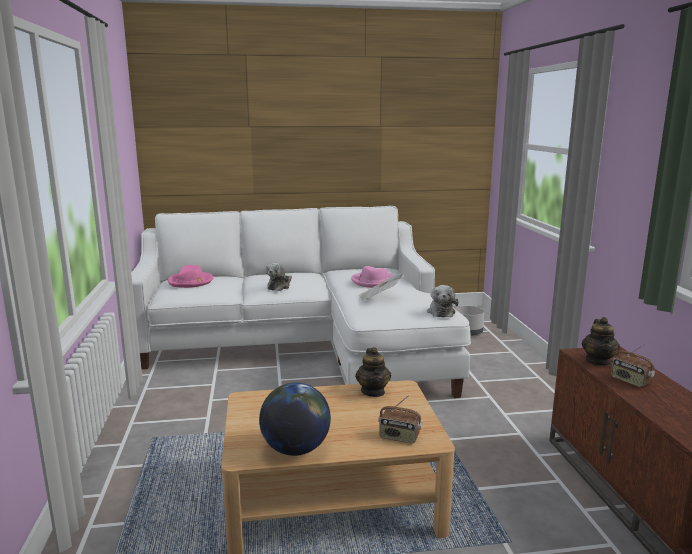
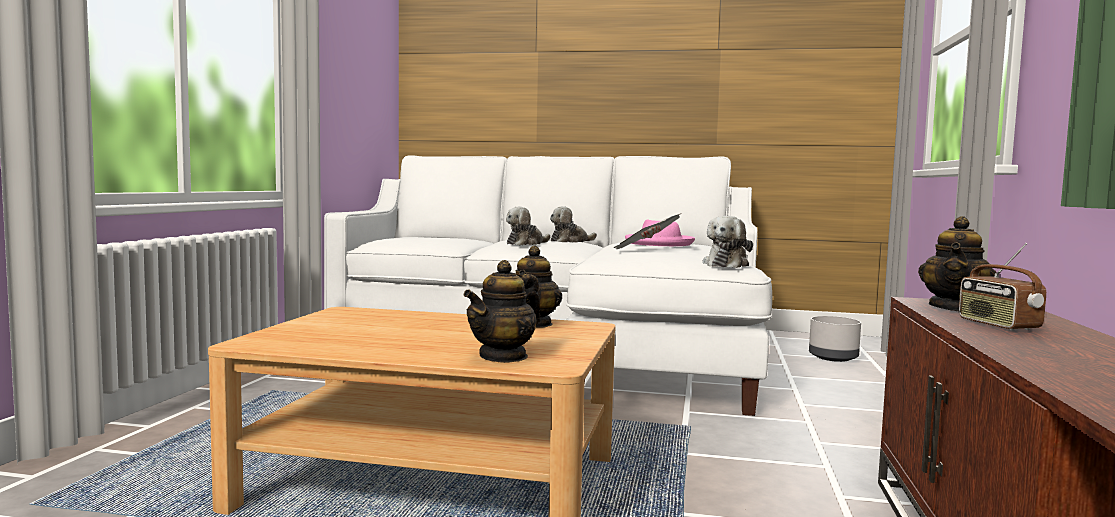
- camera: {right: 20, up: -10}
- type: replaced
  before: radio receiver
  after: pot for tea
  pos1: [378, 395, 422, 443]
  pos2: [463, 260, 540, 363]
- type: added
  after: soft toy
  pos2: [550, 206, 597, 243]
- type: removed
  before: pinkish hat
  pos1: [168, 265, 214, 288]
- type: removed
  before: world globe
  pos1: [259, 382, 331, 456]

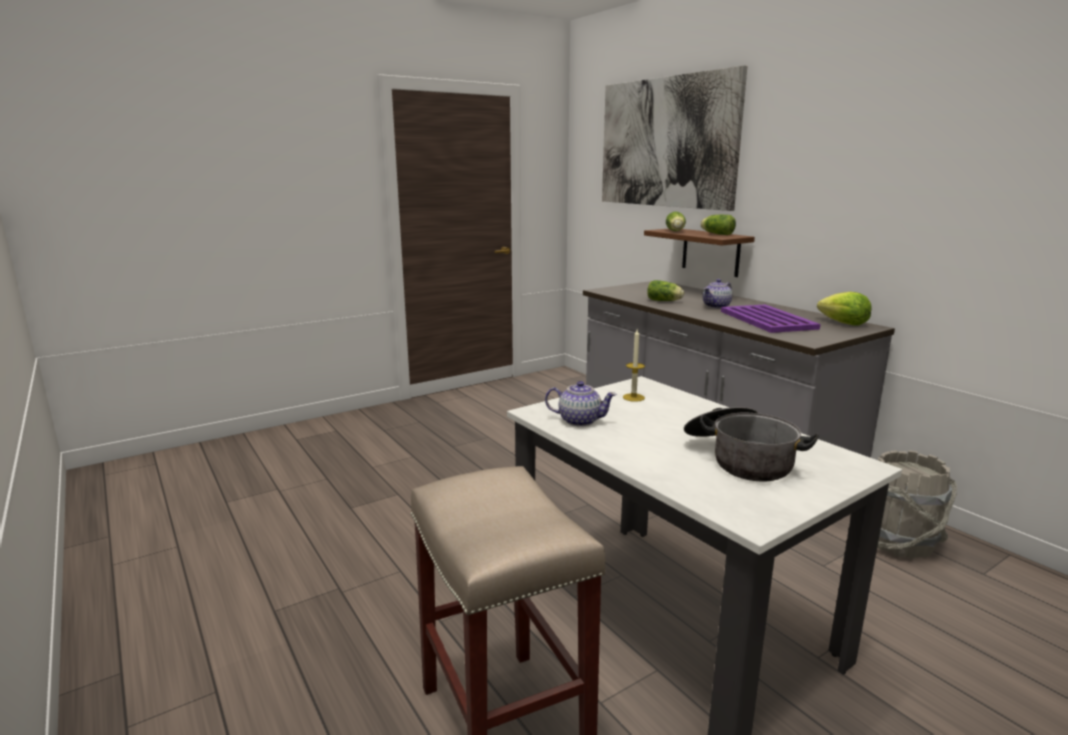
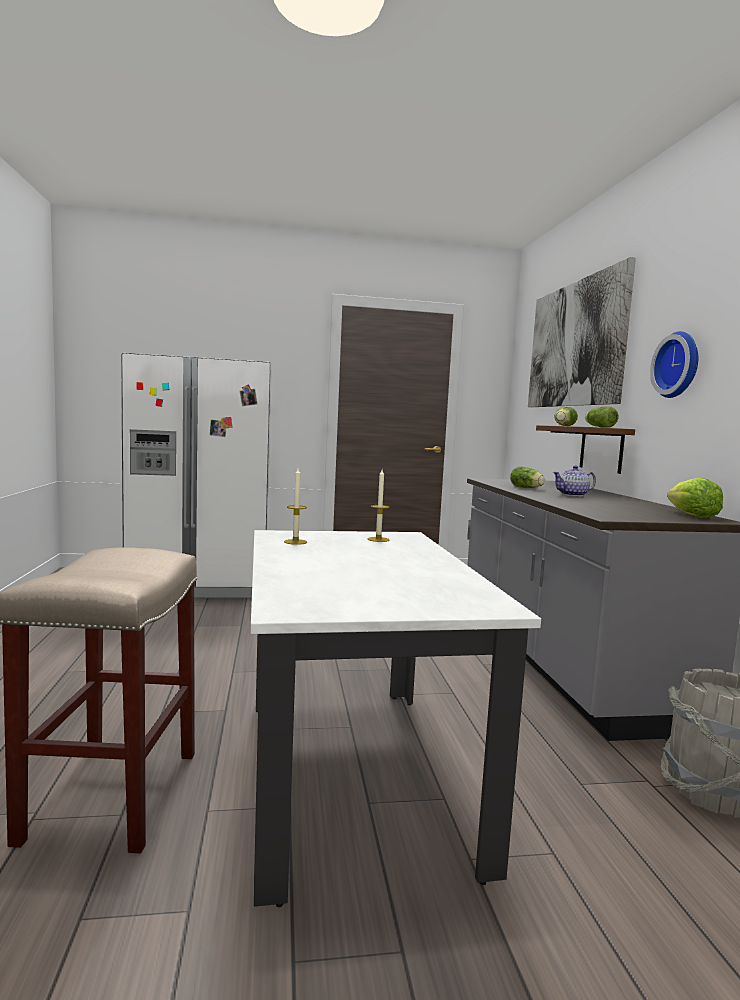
- camera: {right: 25, up: -10}
- type: added
  after: whitish kitchen fridge
  pos2: [121, 353, 272, 597]
- type: replaced
  before: pot for tea
  after: wax candle
  pos1: [545, 381, 617, 427]
  pos2: [284, 468, 307, 545]
- type: added
  after: hanging clock
  pos2: [650, 331, 698, 398]
- type: removed
  before: stockpot
  pos1: [684, 407, 819, 481]
- type: removed
  before: purplish tray
  pos1: [721, 304, 820, 333]

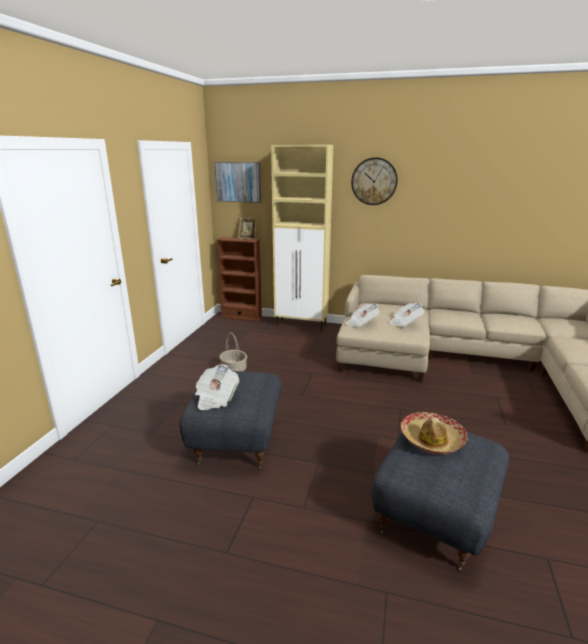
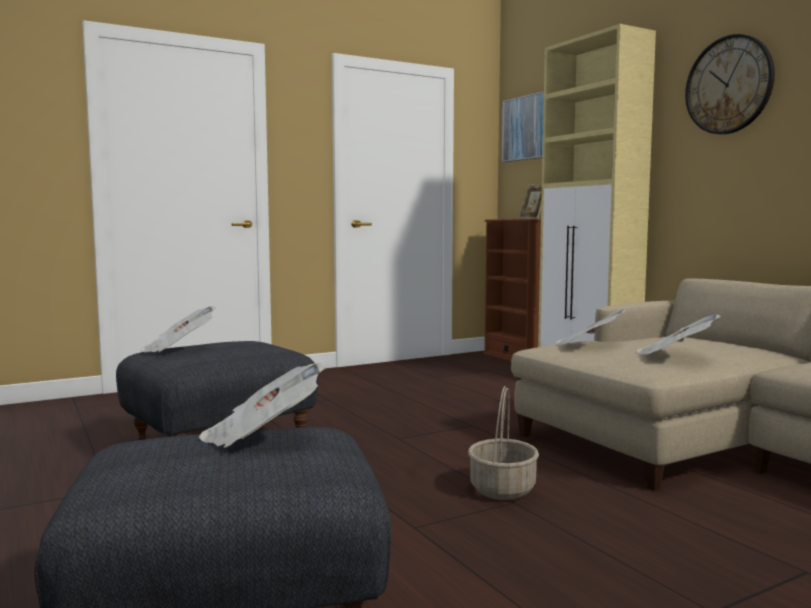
- camera: {right: 45, up: -15}
- type: replaced
  before: hat
  after: daily paper
  pos1: [401, 412, 467, 454]
  pos2: [199, 363, 325, 448]
- type: moved
  before: storage basket
  pos1: [220, 333, 247, 371]
  pos2: [468, 386, 539, 500]

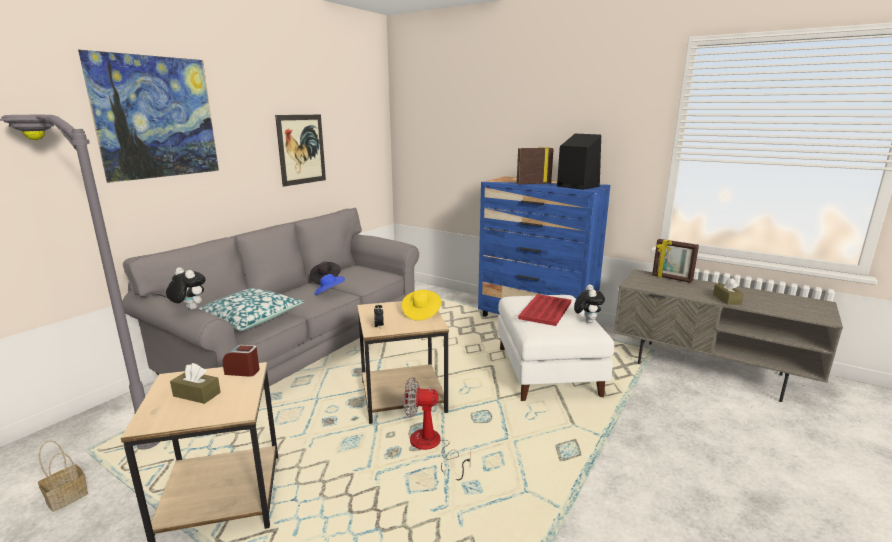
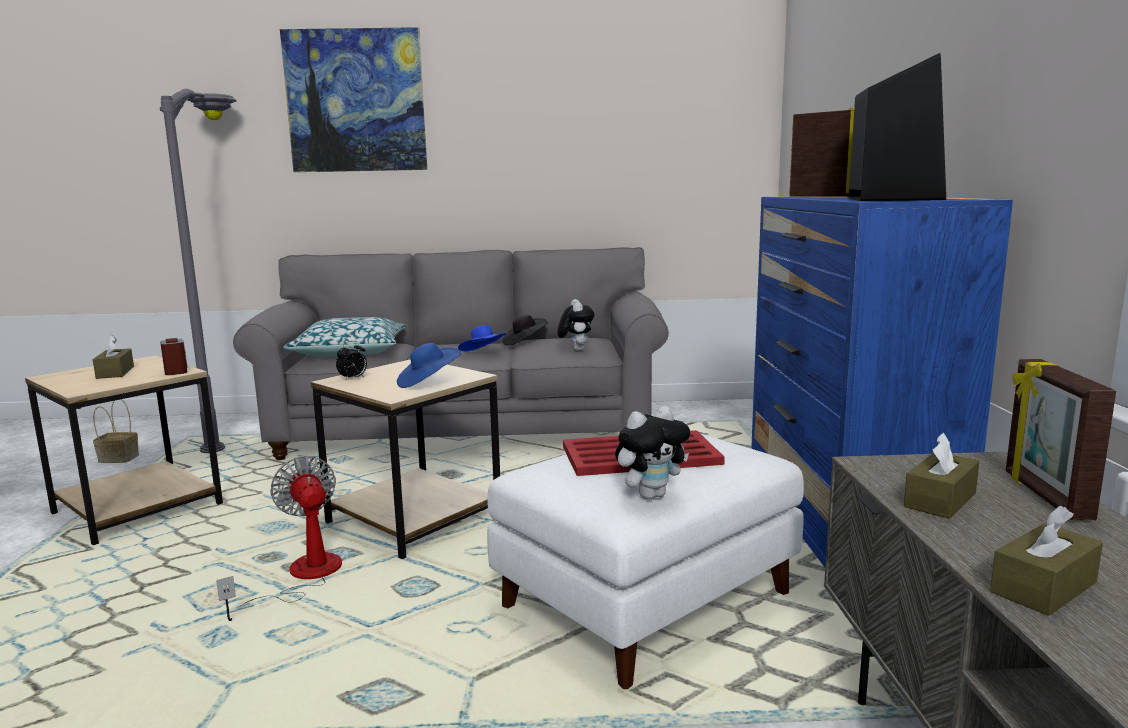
- camera: {right: 55, up: -5}
- type: recoloured
  before: yellowish hat
  after: blue-coloured hat
  pos1: [402, 290, 441, 321]
  pos2: [397, 343, 461, 388]
- type: moved
  before: soft toy
  pos1: [166, 267, 206, 310]
  pos2: [557, 299, 595, 351]
- type: added
  after: brownish box of tissues
  pos2: [904, 432, 979, 519]
- type: removed
  before: picture
  pos1: [275, 115, 326, 187]

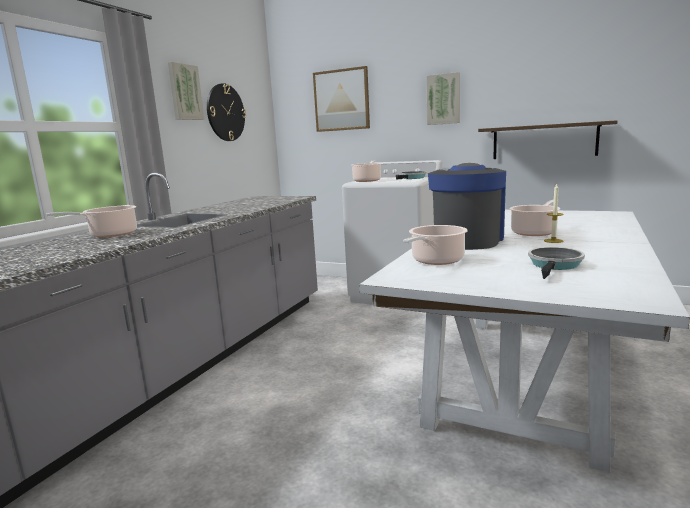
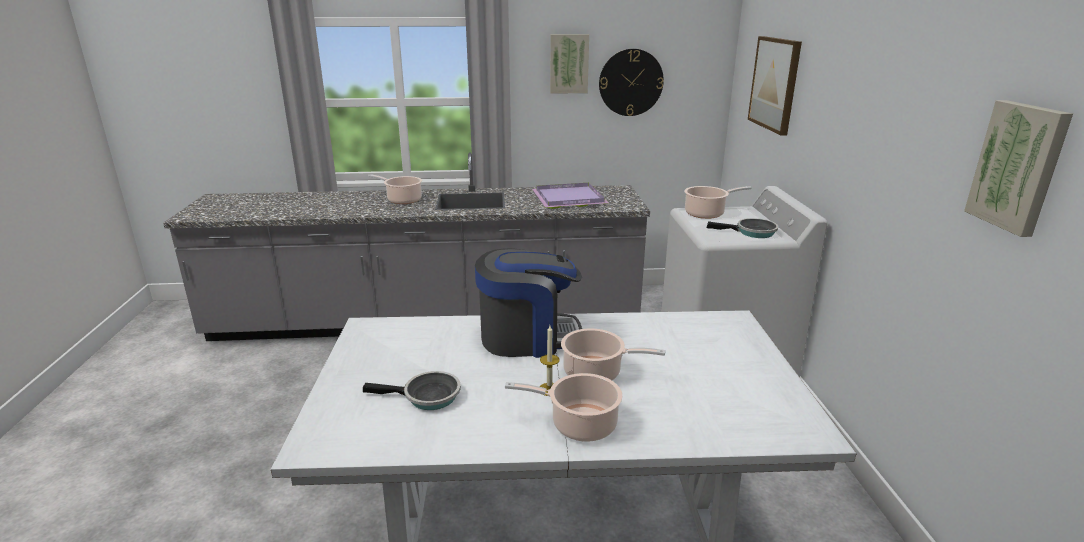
- camera: {right: 60, up: 10}
- type: moved
  before: stockpot
  pos1: [403, 225, 468, 265]
  pos2: [505, 373, 623, 442]
- type: added
  after: purplish tray
  pos2: [532, 183, 609, 209]
- type: moved
  before: picture
  pos1: [427, 72, 460, 125]
  pos2: [964, 100, 1073, 237]
- type: removed
  before: bracket shelf
  pos1: [478, 120, 618, 159]

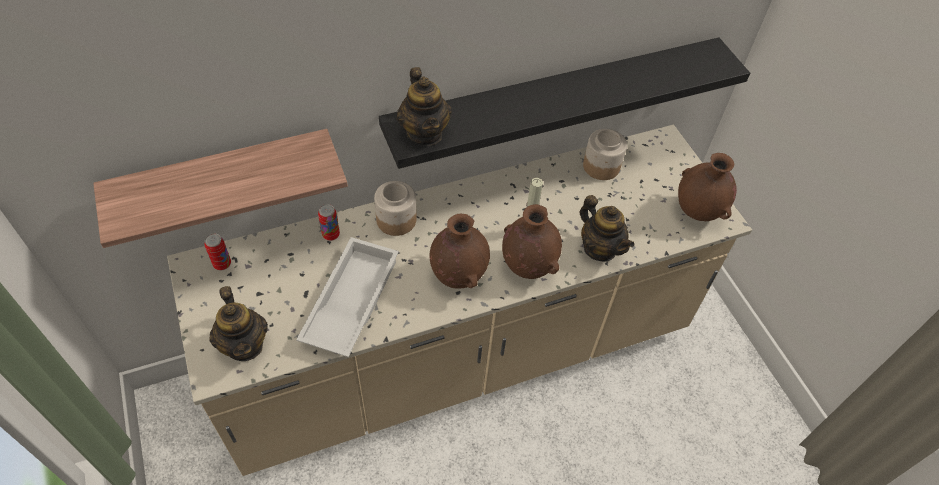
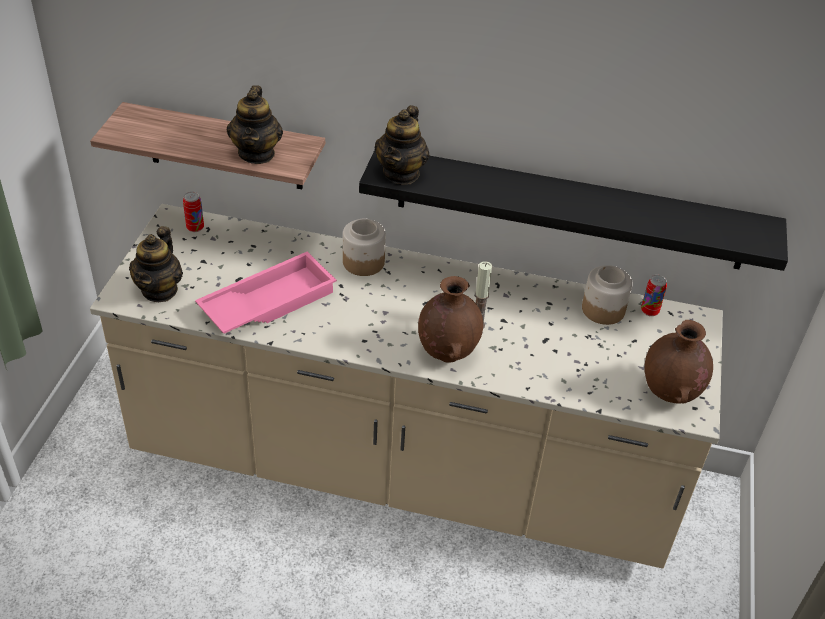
- camera: {right: 35, up: -10}
- type: recoloured
  before: whitish tray
  after: pinkish tray
  pos1: [296, 237, 399, 357]
  pos2: [195, 252, 337, 333]
- type: moved
  before: pot for tea
  pos1: [580, 195, 634, 261]
  pos2: [227, 85, 283, 164]
- type: moved
  before: sealed can
  pos1: [318, 204, 340, 241]
  pos2: [641, 275, 667, 316]
- type: removed
  before: brownish flower vase
  pos1: [430, 214, 490, 289]

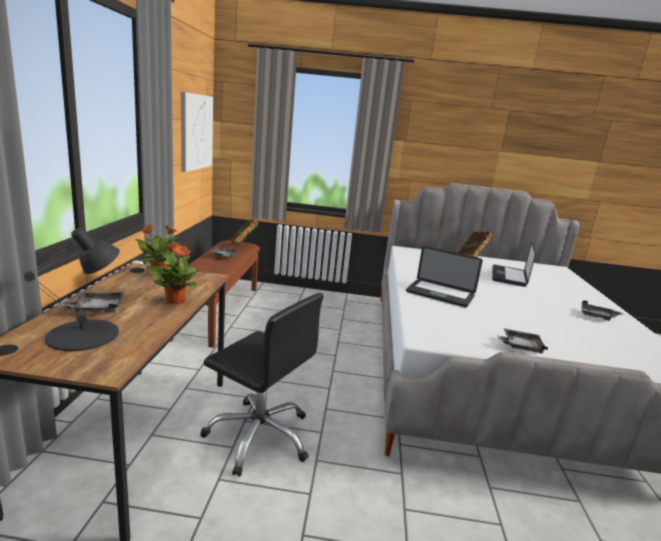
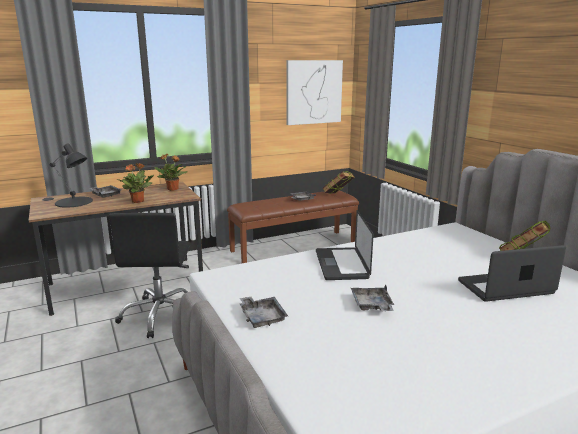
- camera: {right: 60, up: 0}
- type: moved
  before: gray tray
  pos1: [582, 300, 623, 321]
  pos2: [351, 285, 394, 311]

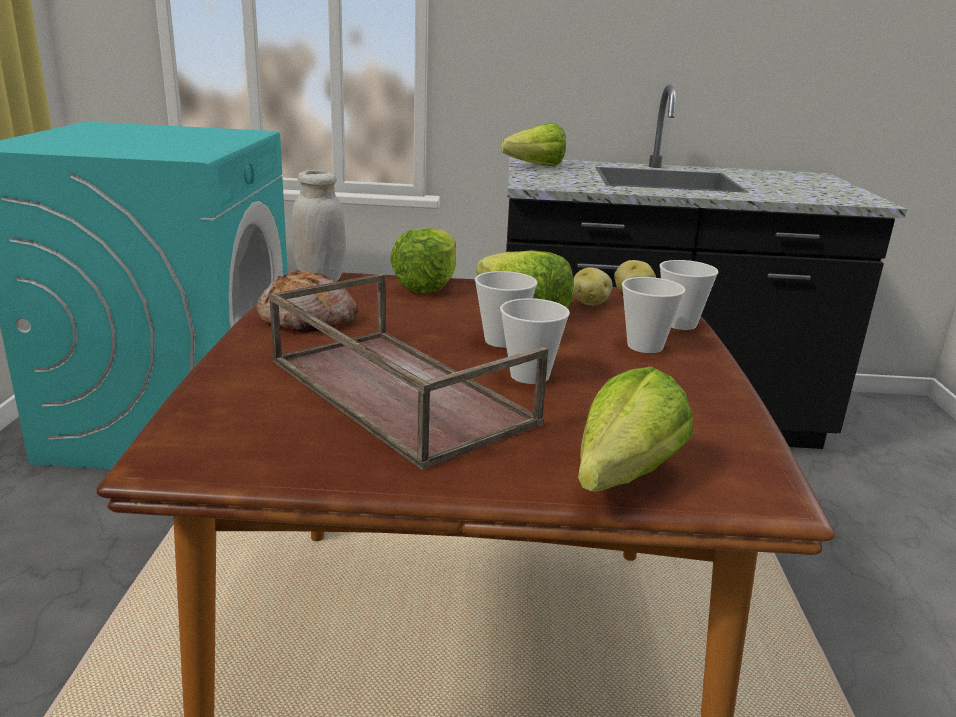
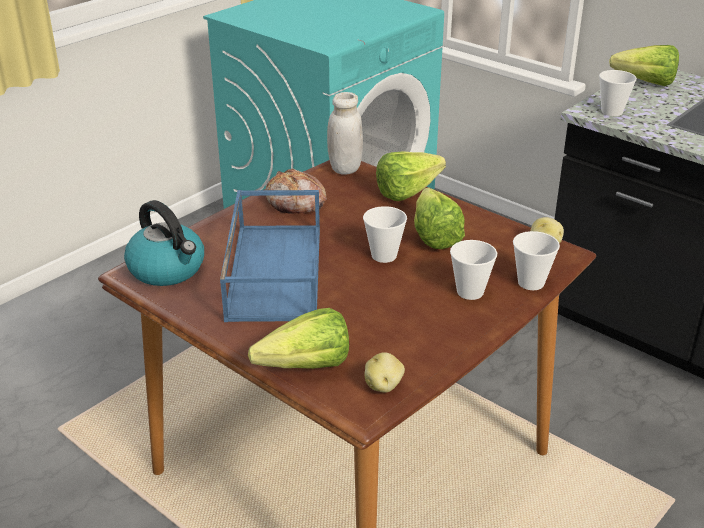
- camera: {right: 40, up: 10}
- type: added
  after: water kettle
  pos2: [124, 200, 204, 286]
- type: recoloured
  before: brownish tray
  after: blue-coloured tray
  pos1: [269, 274, 548, 471]
  pos2: [220, 190, 320, 322]
- type: moved
  before: potato
  pos1: [573, 267, 612, 306]
  pos2: [364, 352, 405, 393]
- type: moved
  before: drinking cup
  pos1: [500, 298, 570, 384]
  pos2: [599, 70, 637, 116]

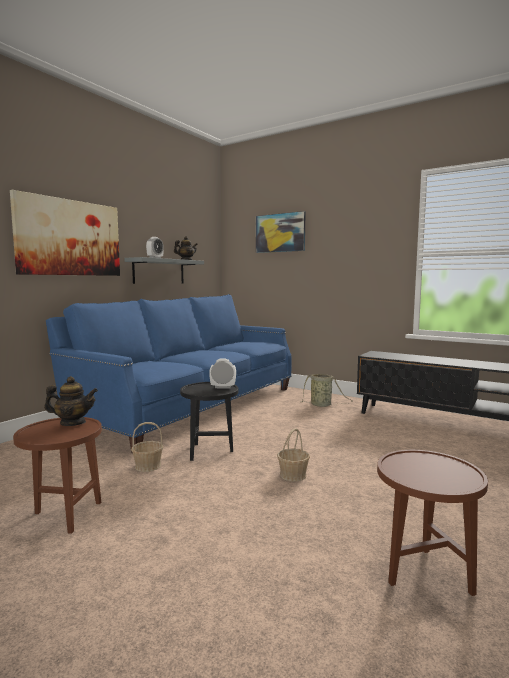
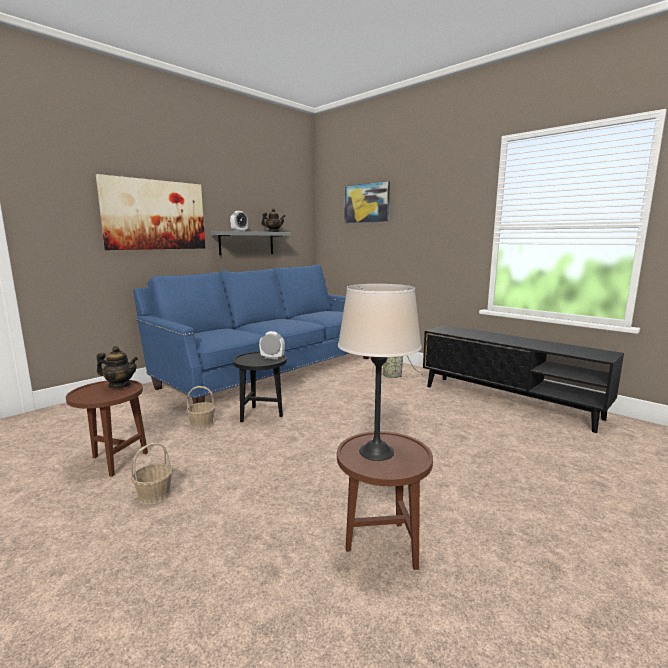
- camera: {right: 10, up: 5}
- type: moved
  before: storage basket
  pos1: [277, 428, 310, 481]
  pos2: [131, 443, 173, 505]
- type: added
  after: sand-coloured lamp for a table
  pos2: [338, 284, 422, 461]

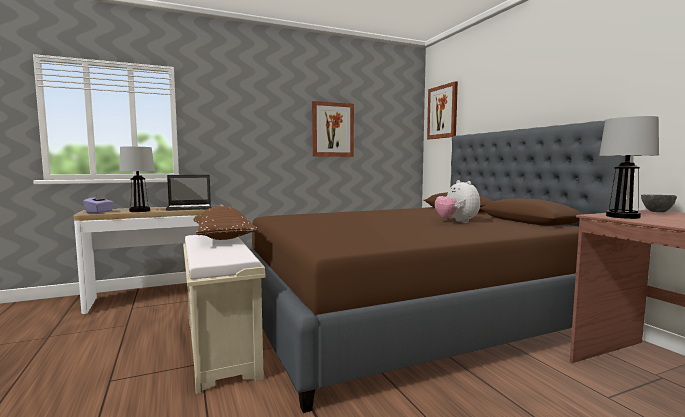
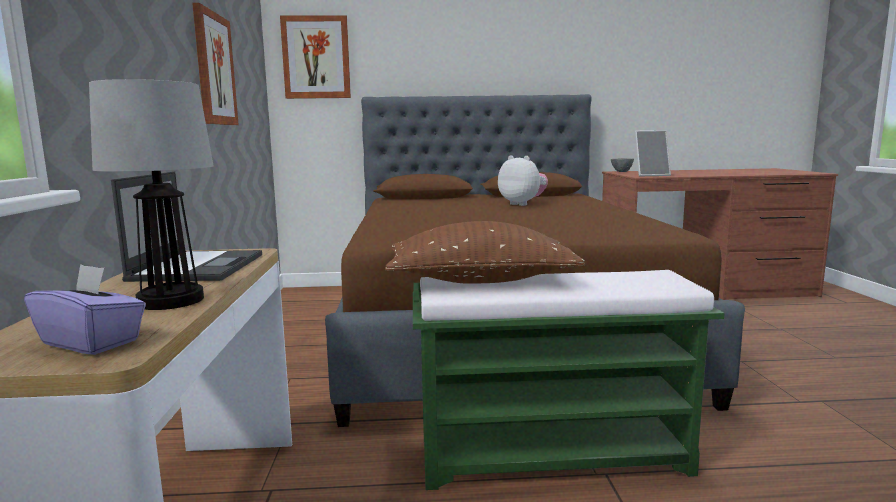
- camera: {right: -70, up: 5}
- type: recoloured
  before: sand-coloured bench
  after: green bench
  pos1: [183, 235, 266, 394]
  pos2: [413, 270, 725, 490]
- type: turned
  before: soft toy
  pos1: [435, 180, 480, 223]
  pos2: [498, 155, 548, 206]
  turn: -135
- type: replaced
  before: lamp for a table
  after: picture frame
  pos1: [599, 116, 659, 219]
  pos2: [635, 130, 671, 176]

